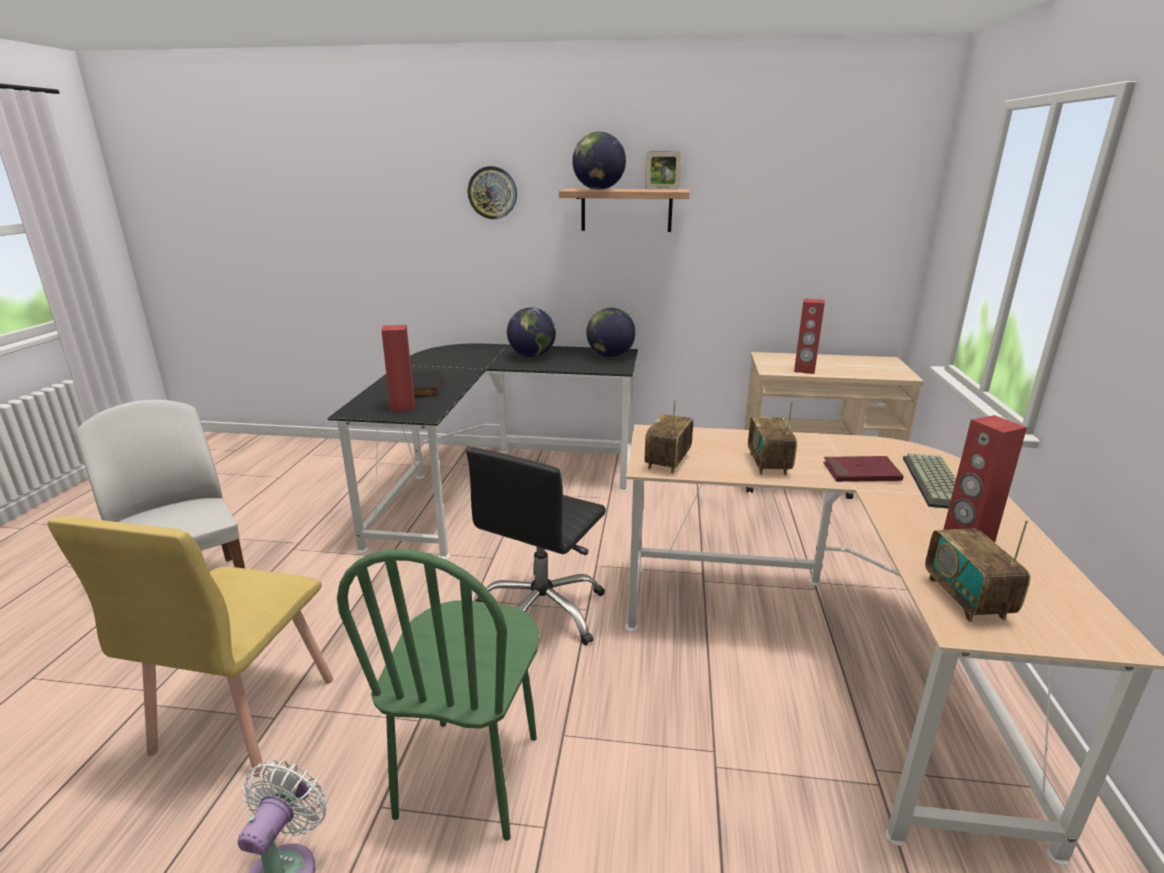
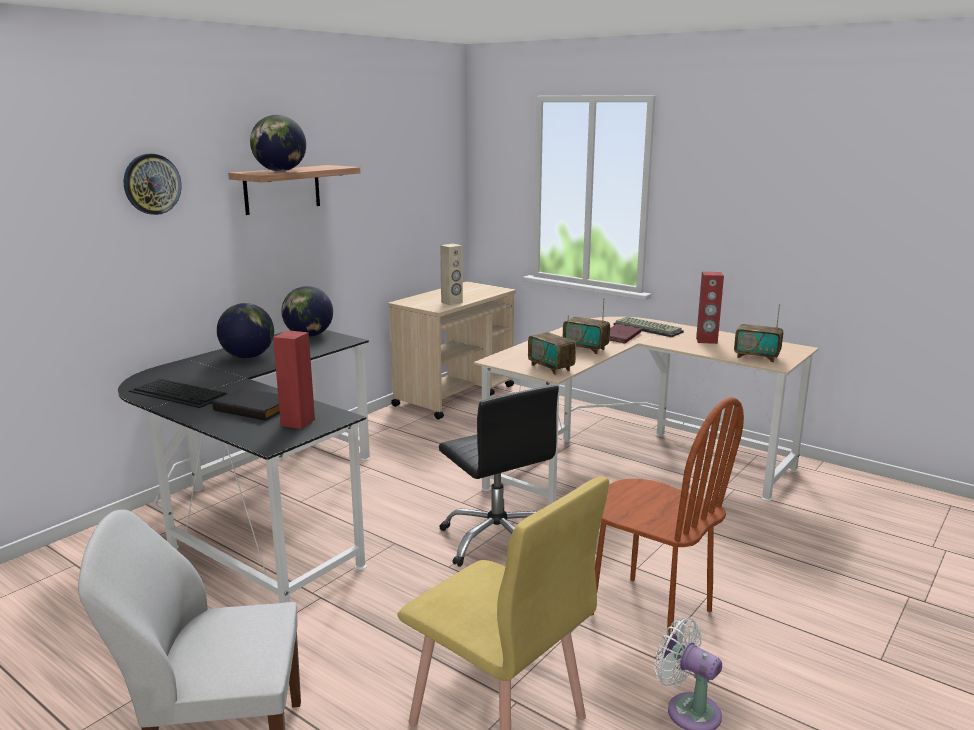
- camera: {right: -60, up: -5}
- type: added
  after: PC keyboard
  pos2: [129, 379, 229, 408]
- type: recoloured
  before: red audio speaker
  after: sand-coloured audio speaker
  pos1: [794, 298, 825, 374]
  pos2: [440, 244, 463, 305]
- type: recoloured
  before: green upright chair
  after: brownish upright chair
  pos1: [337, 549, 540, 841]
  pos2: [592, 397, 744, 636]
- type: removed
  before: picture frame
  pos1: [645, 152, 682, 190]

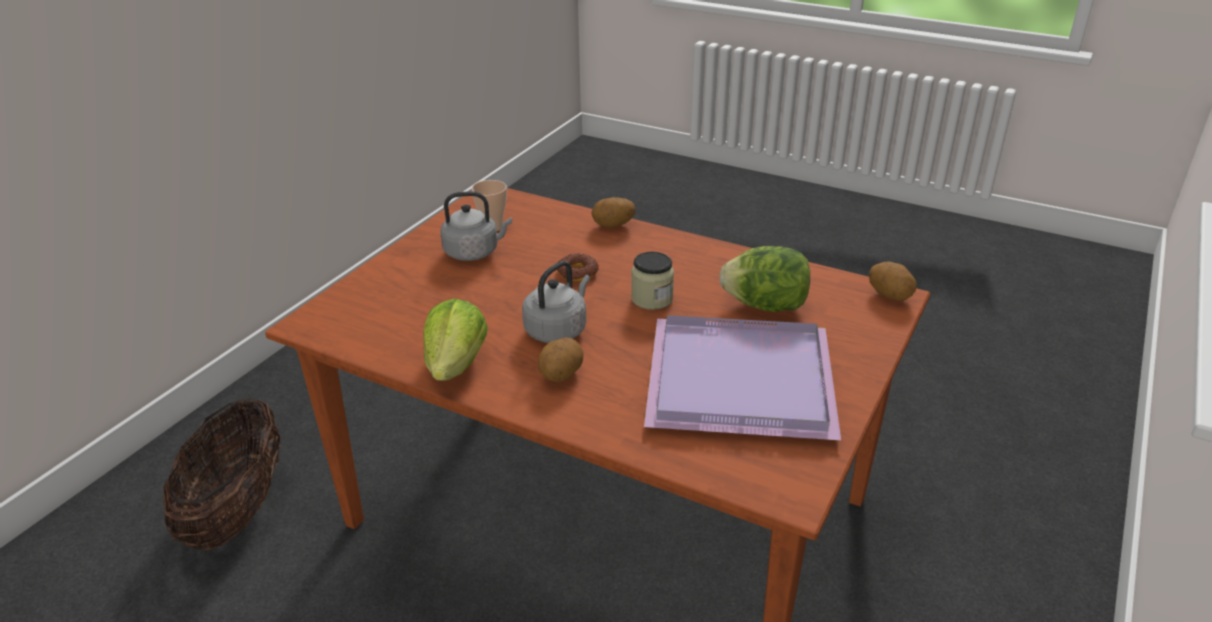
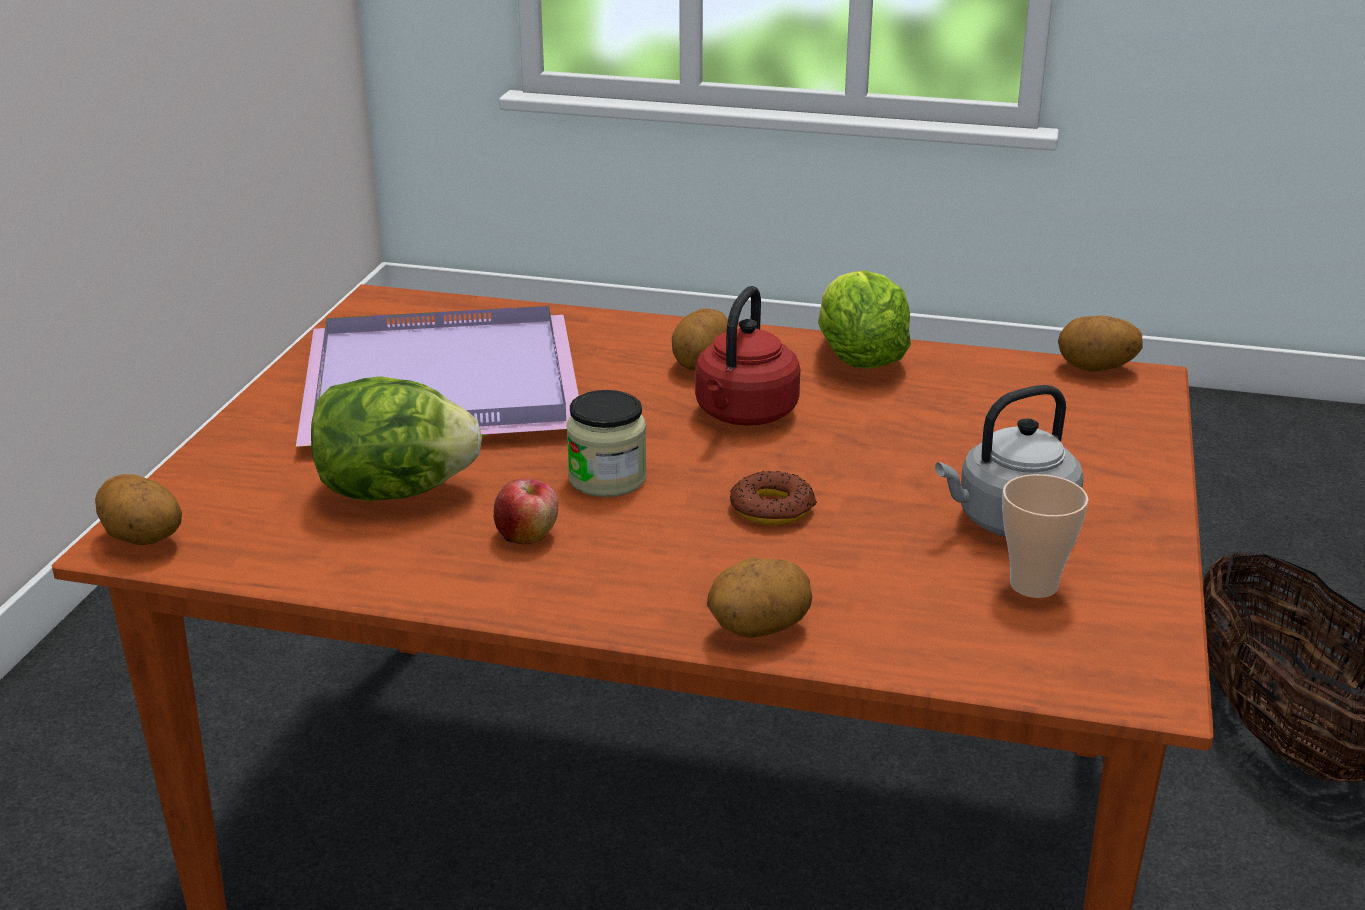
- camera: {right: 165, up: -5}
- type: added
  after: apple fruit
  pos2: [494, 479, 558, 544]
- type: recoloured
  before: gray water kettle
  after: red water kettle
  pos1: [522, 261, 590, 343]
  pos2: [695, 286, 800, 426]
- type: added
  after: potato
  pos2: [1058, 316, 1143, 372]

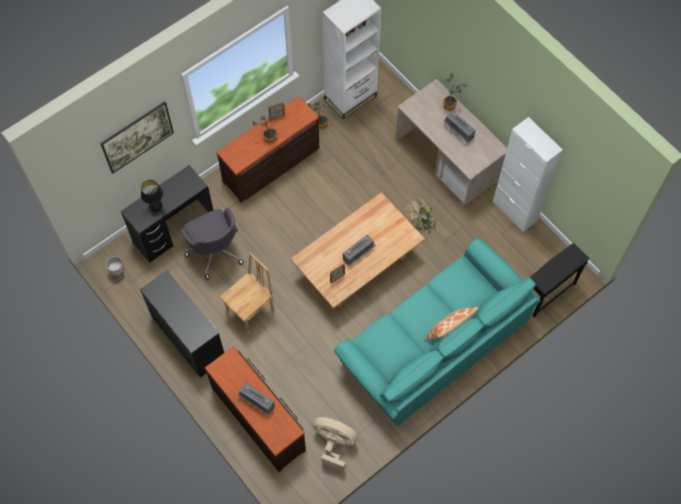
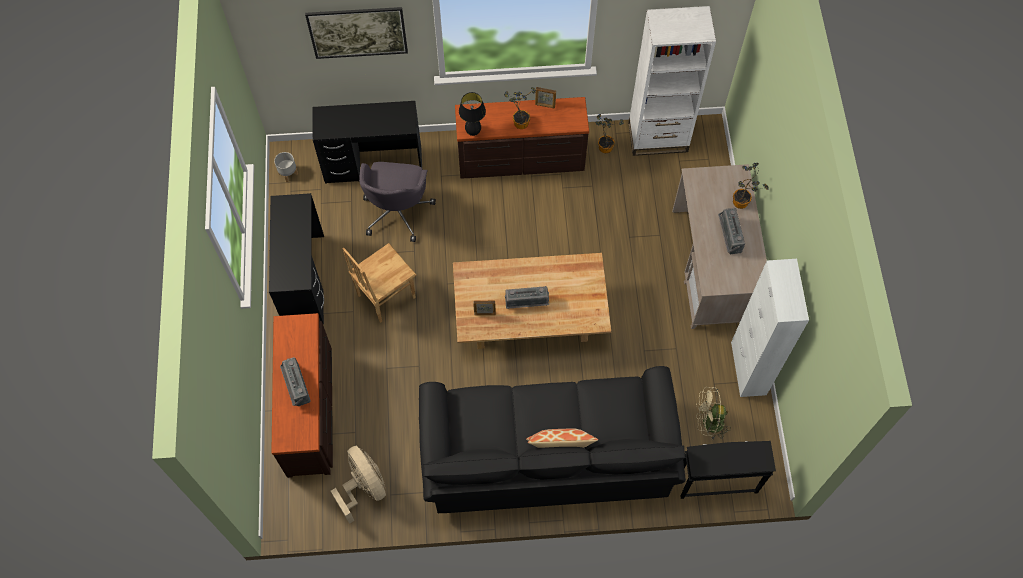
- camera: {right: 35, up: 0}
- type: turned
  before: brownish upright chair
  pos1: [220, 252, 274, 333]
  pos2: [343, 243, 416, 323]
  turn: 150
- type: recoloured
  before: turquoise-coloured settee
  after: black-coloured settee
  pos1: [334, 238, 540, 426]
  pos2: [419, 366, 686, 513]
- type: moved
  before: black-coloured lamp for a table
  pos1: [141, 180, 163, 212]
  pos2: [459, 92, 486, 136]
- type: moved
  before: sand-coloured fan
  pos1: [406, 197, 437, 233]
  pos2: [696, 387, 731, 440]

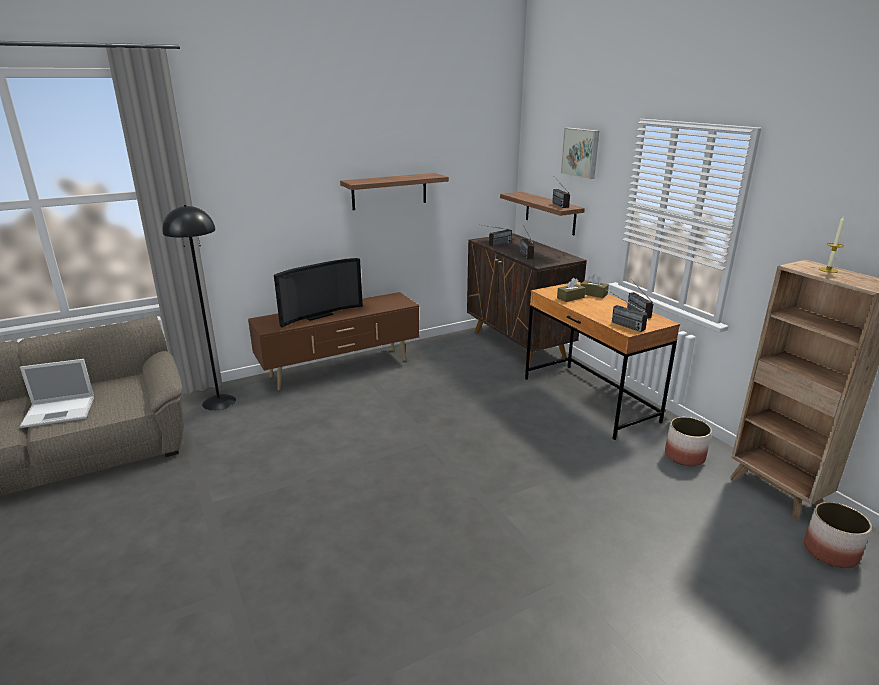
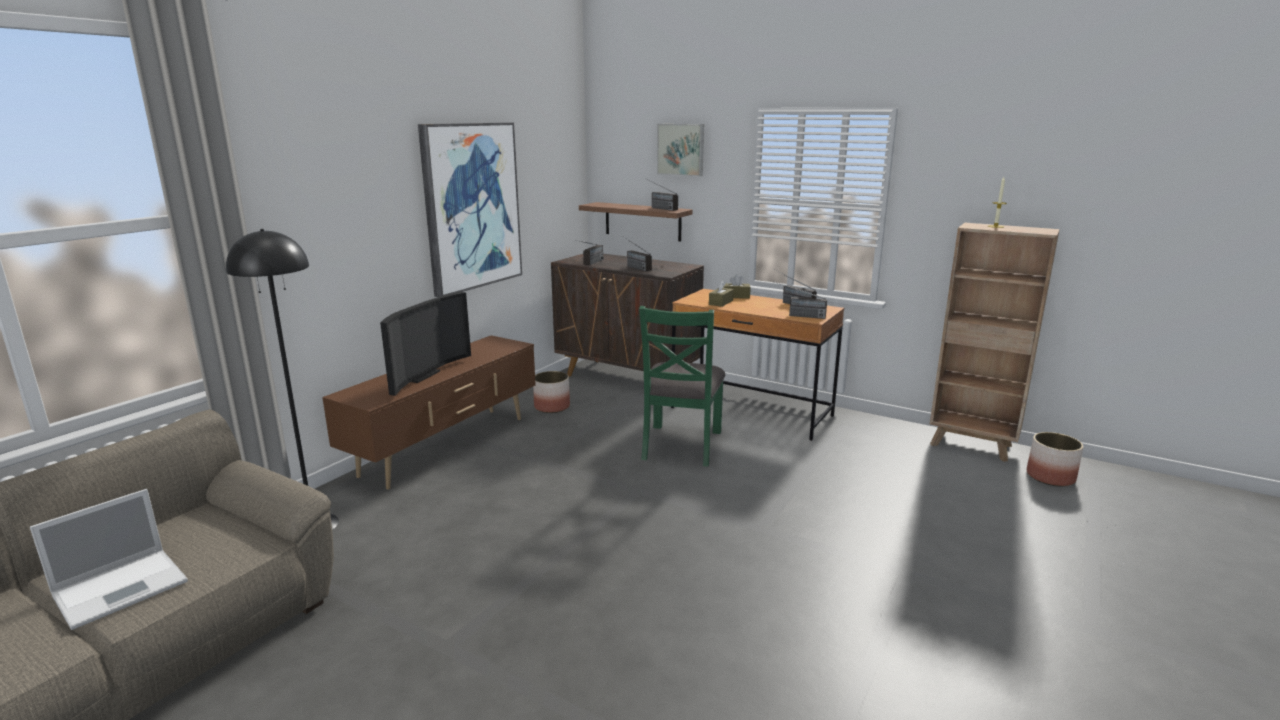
- camera: {right: -30, up: -5}
- type: replaced
  before: bracket shelf
  after: picture
  pos1: [340, 173, 449, 210]
  pos2: [418, 122, 522, 297]
- type: moved
  before: plant pot
  pos1: [665, 417, 712, 466]
  pos2: [533, 371, 570, 413]
- type: added
  after: green upright chair
  pos2: [639, 306, 725, 467]

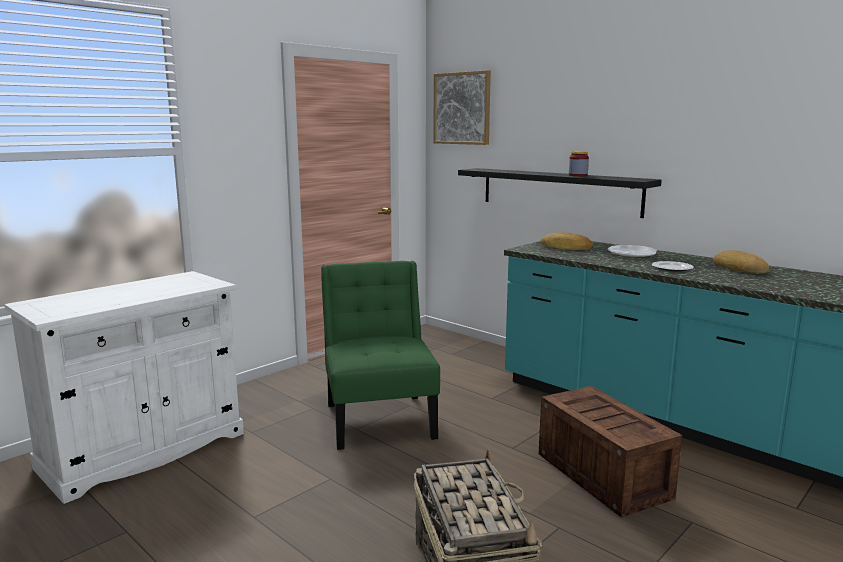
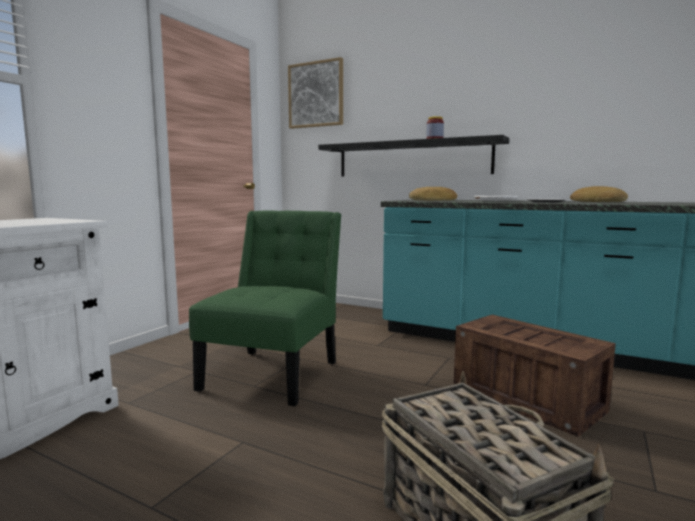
- camera: {right: -15, up: -5}
- type: turned
  before: green upright chair
  pos1: [321, 261, 440, 450]
  pos2: [189, 210, 341, 406]
  turn: 45

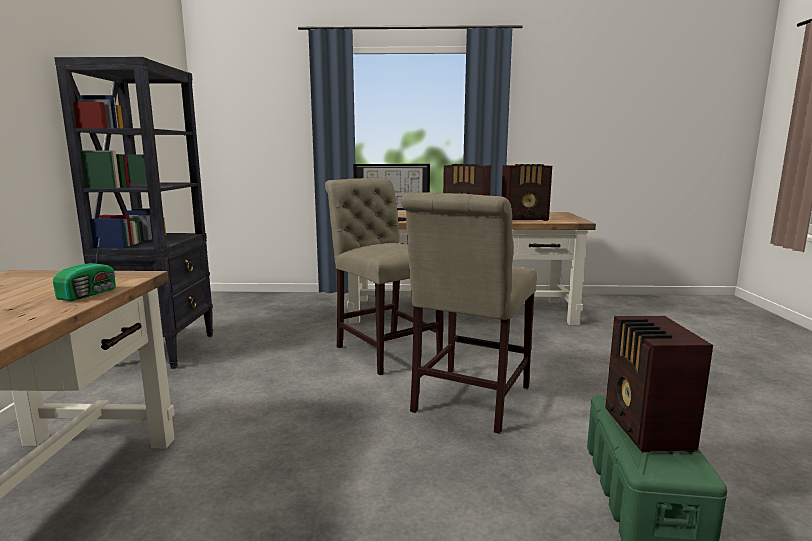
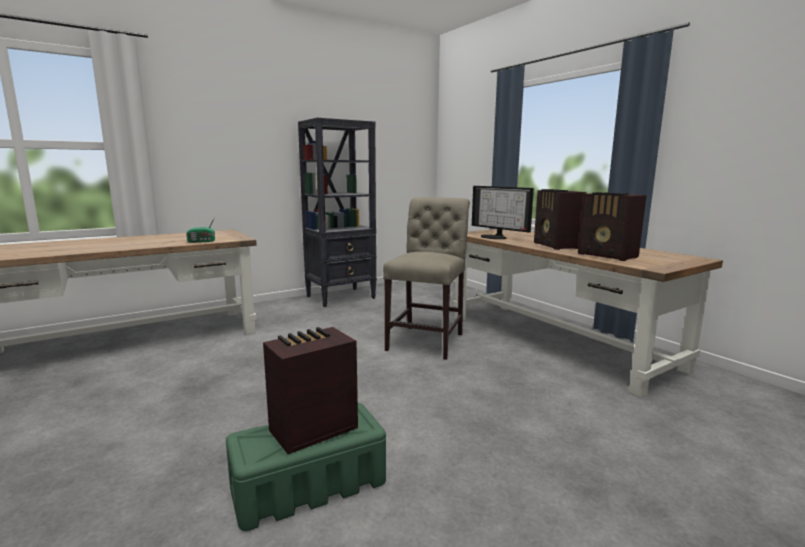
- camera: {right: 55, up: 0}
- type: removed
  before: sand-coloured upright chair
  pos1: [401, 192, 537, 434]

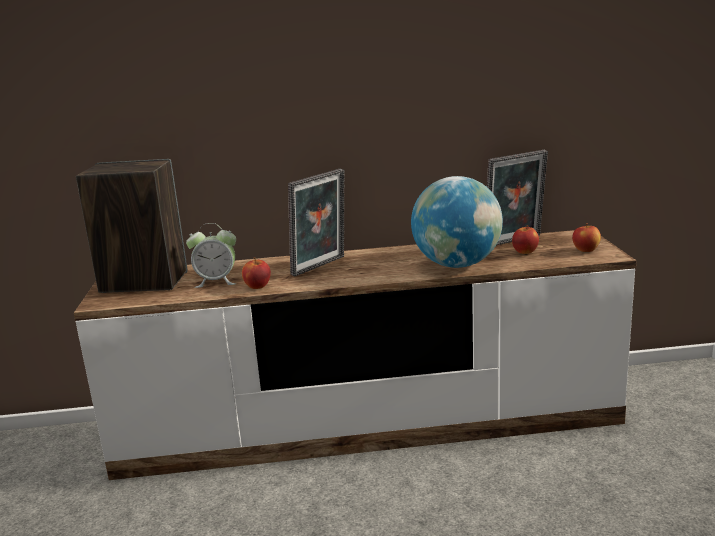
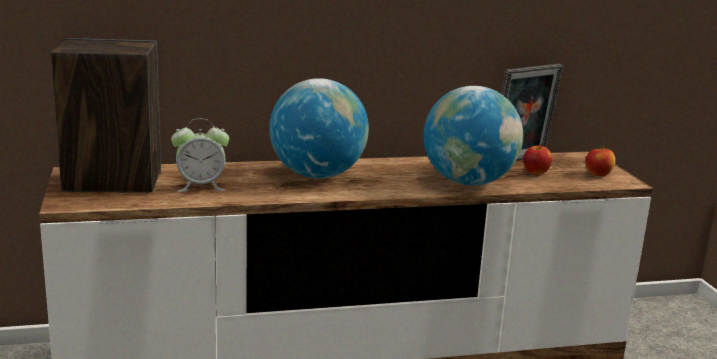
- camera: {right: -10, up: 0}
- type: replaced
  before: picture frame
  after: world globe
  pos1: [288, 169, 345, 276]
  pos2: [269, 78, 369, 178]
- type: removed
  before: apple fruit
  pos1: [242, 257, 271, 289]

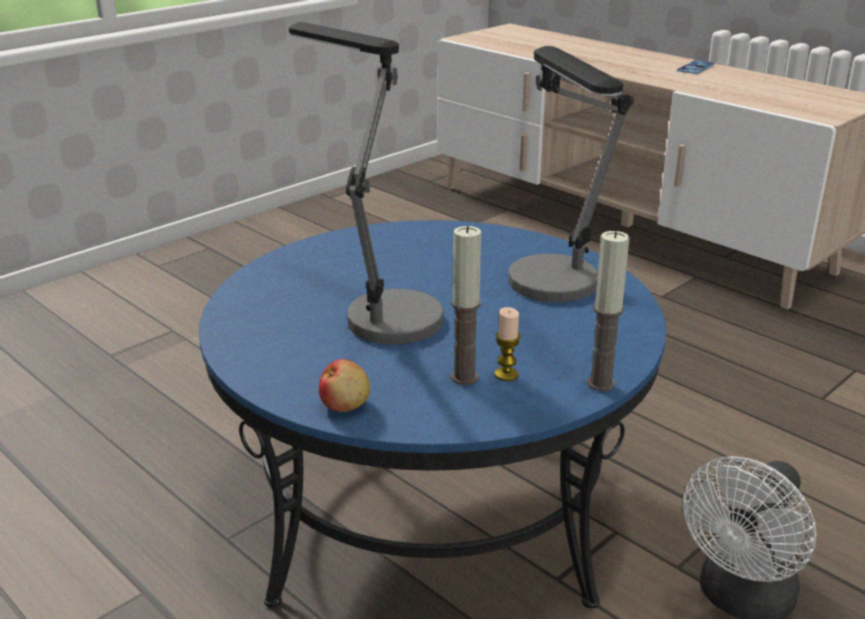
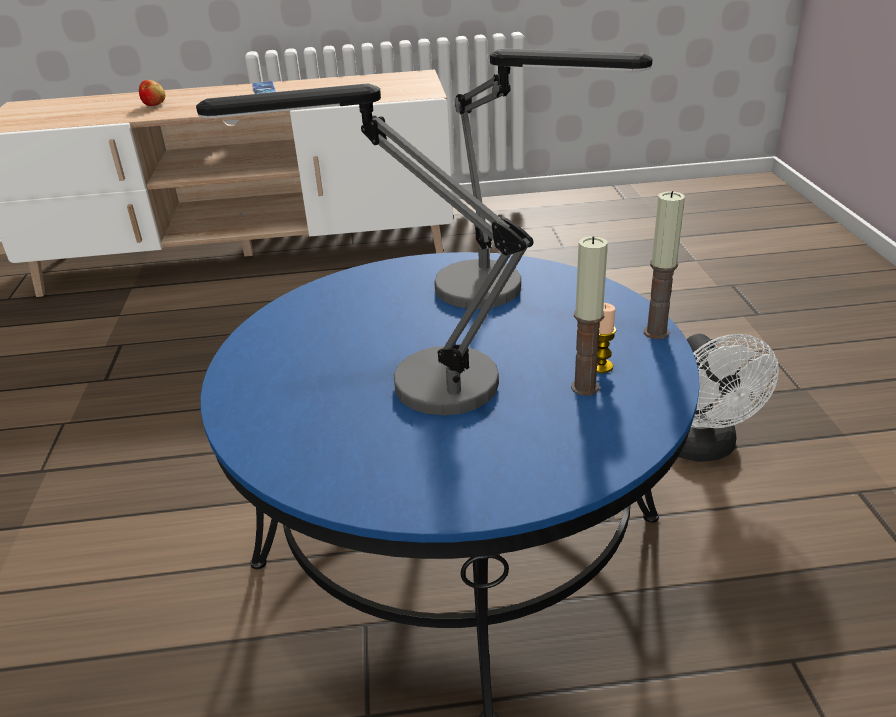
- camera: {right: -50, up: 5}
- type: moved
  before: apple fruit
  pos1: [319, 359, 370, 412]
  pos2: [139, 80, 165, 106]

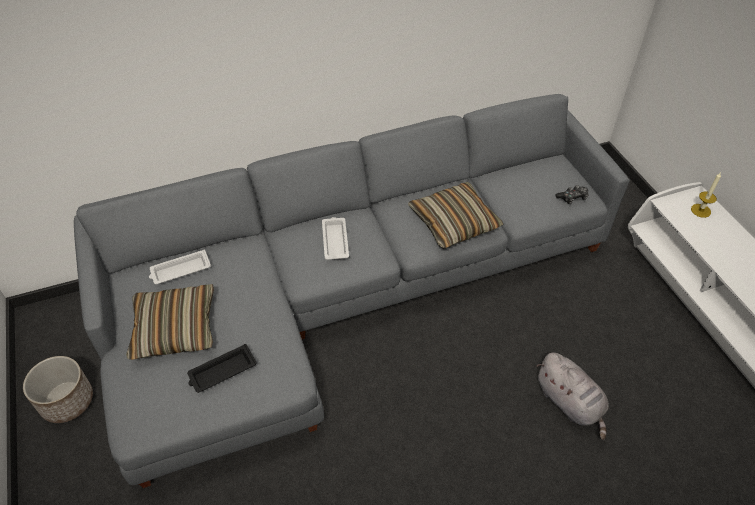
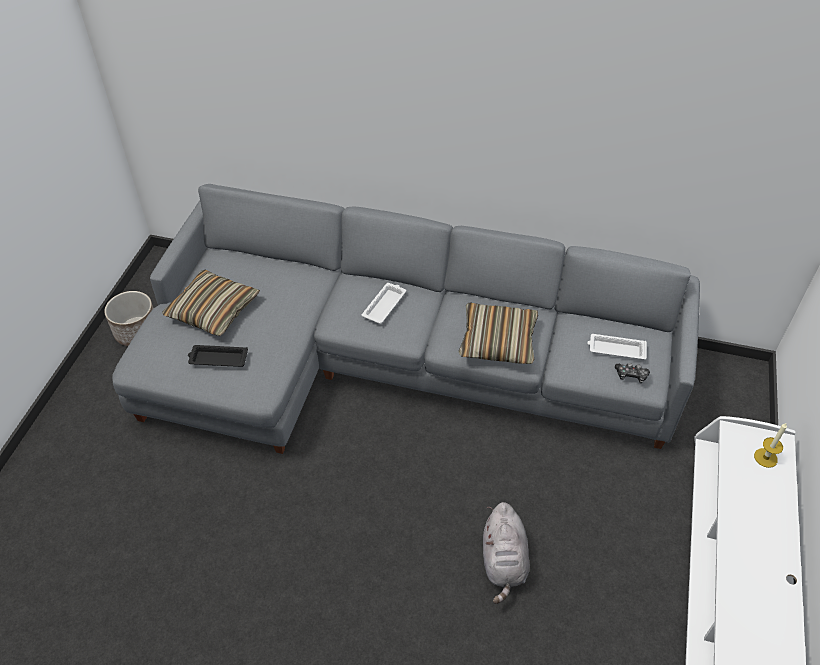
- camera: {right: 35, up: 0}
- type: moved
  before: whitish tray
  pos1: [149, 249, 211, 284]
  pos2: [587, 334, 647, 360]

